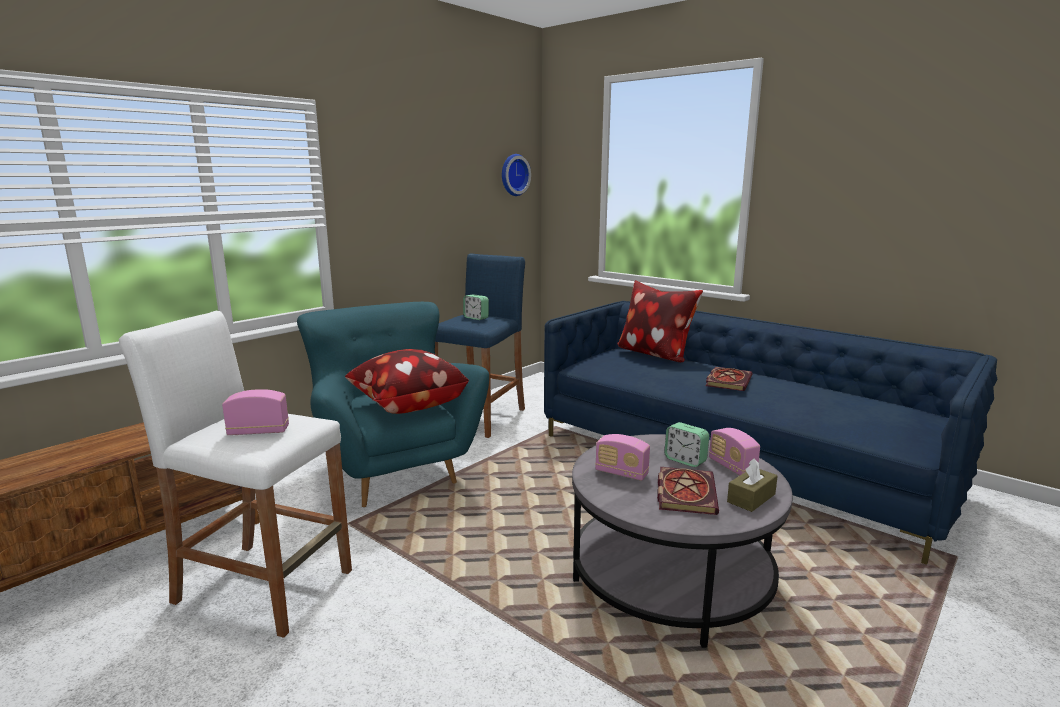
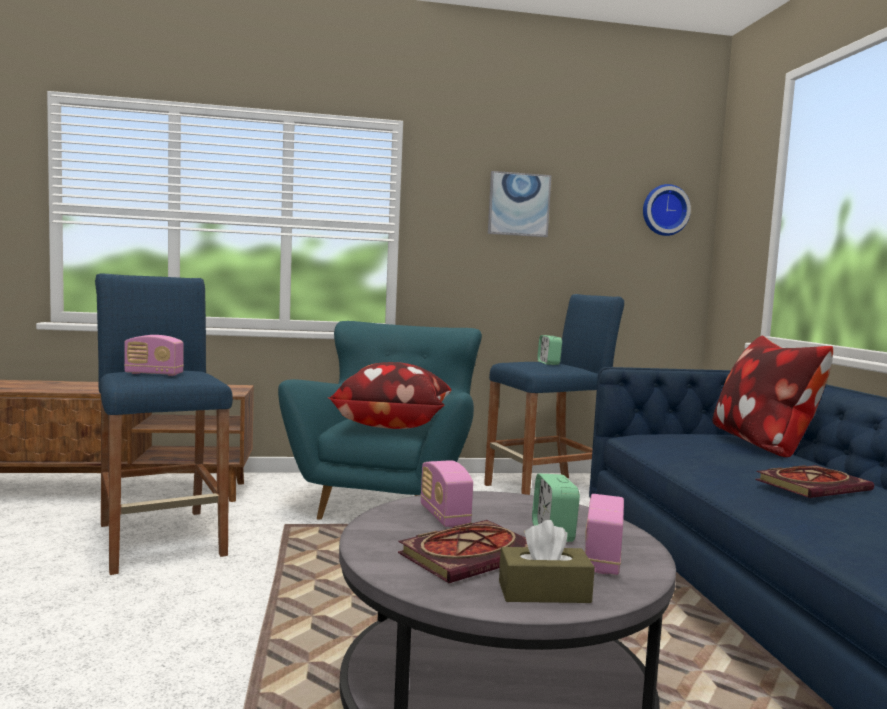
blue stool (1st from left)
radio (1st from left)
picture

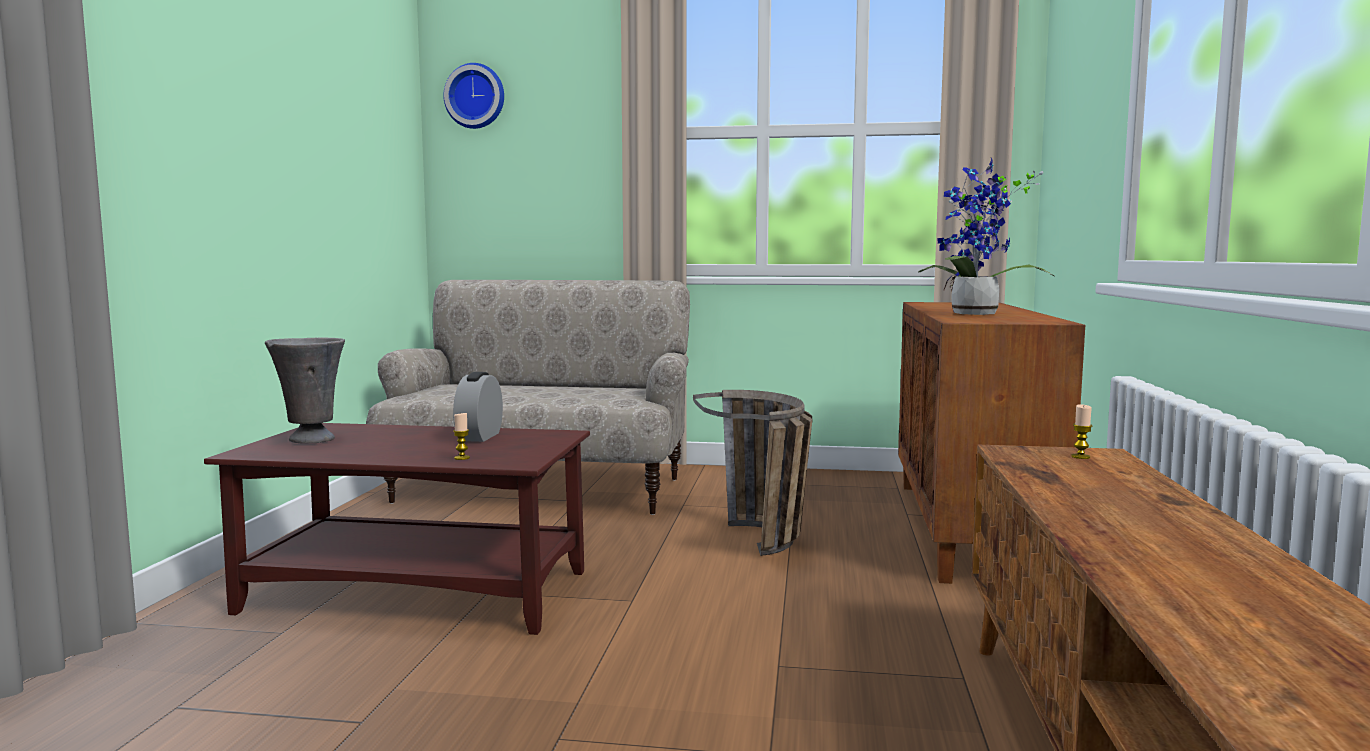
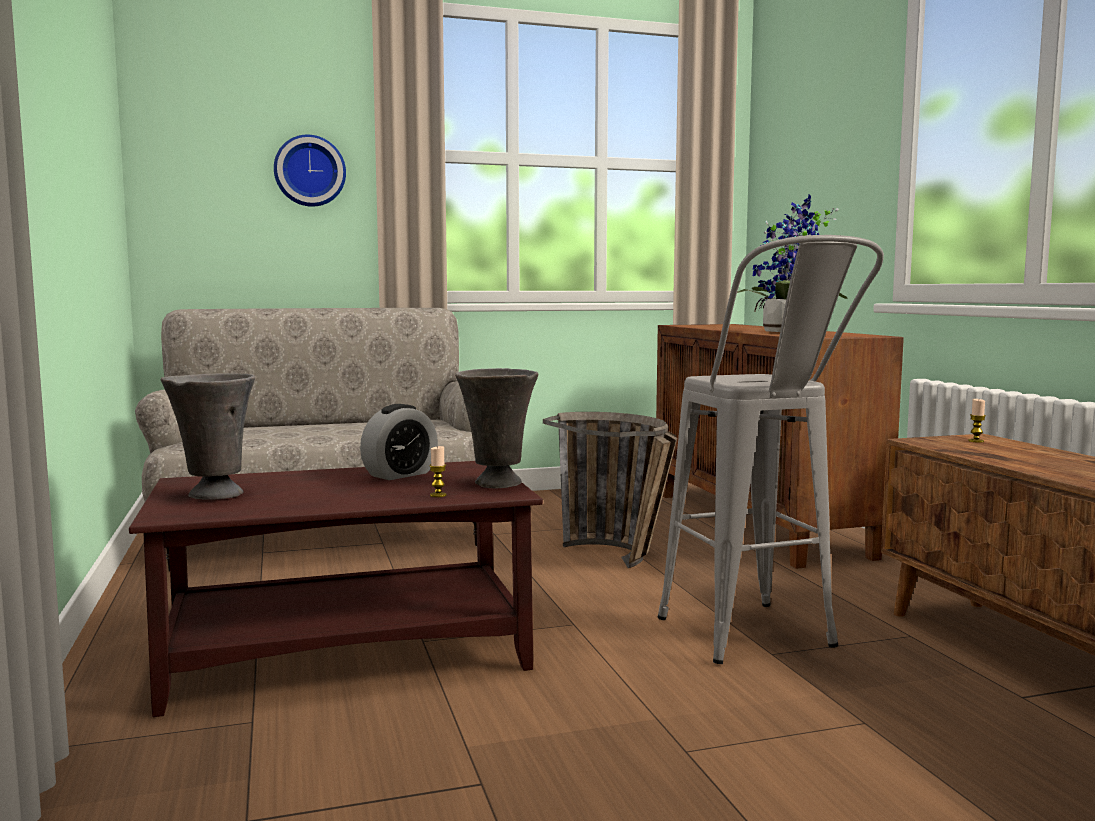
wall clock
alarm clock
grey vase (2nd from left)
grey stool

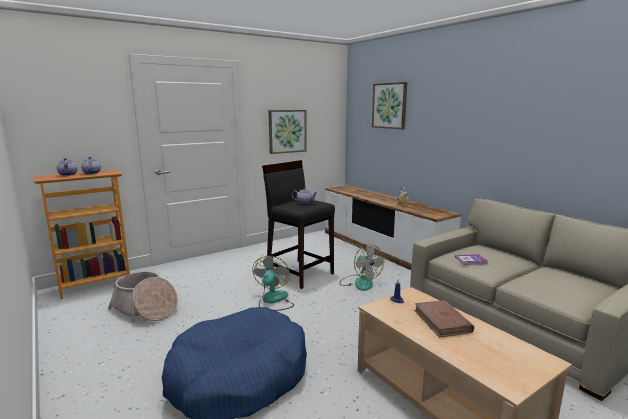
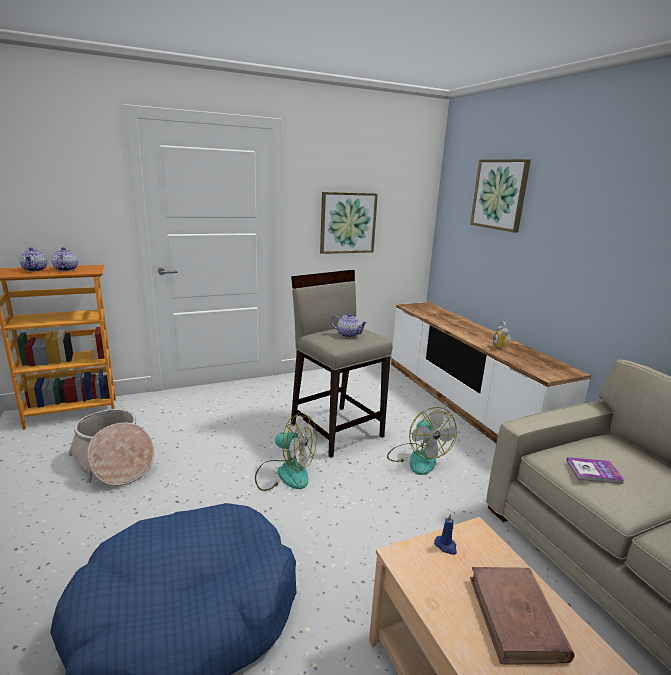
fan (1st from left)
beige stool

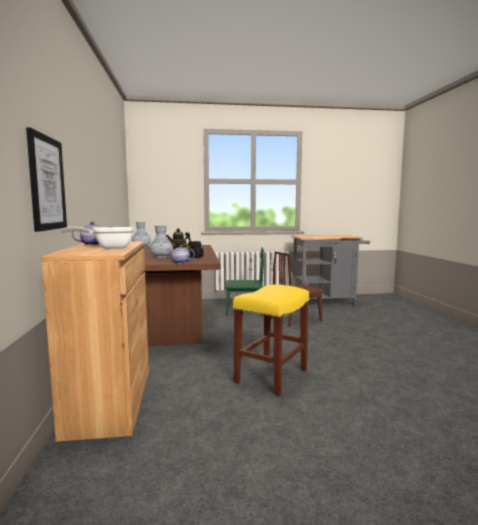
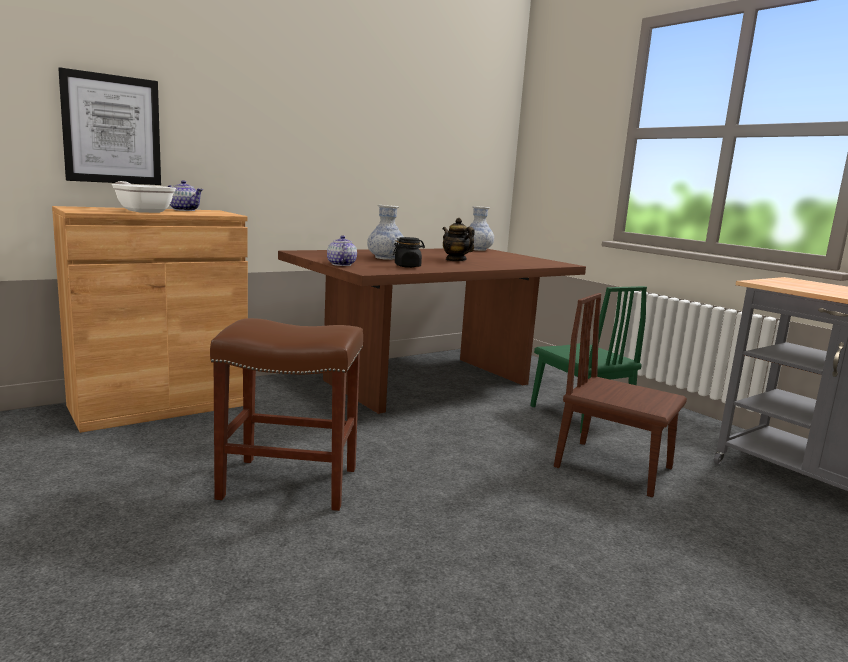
brown stool

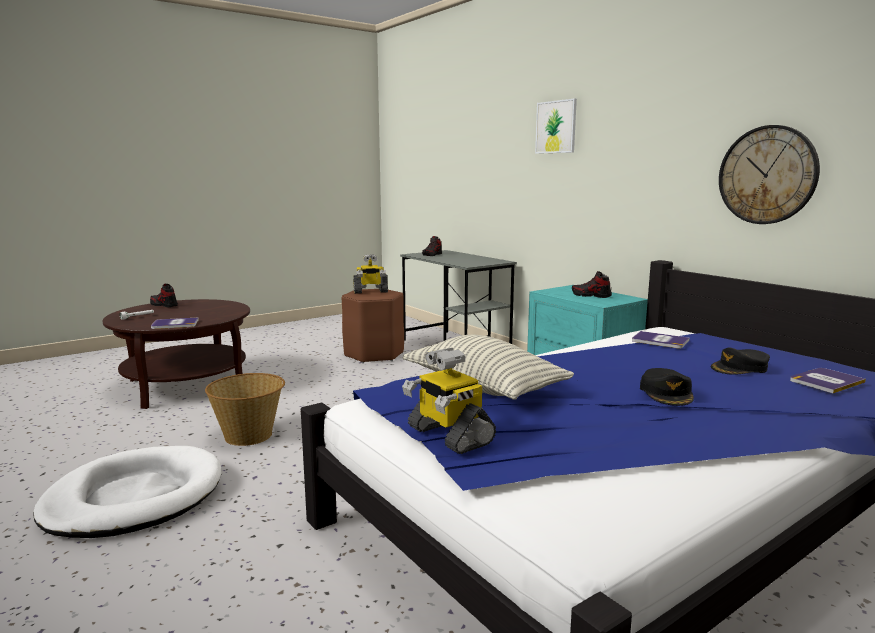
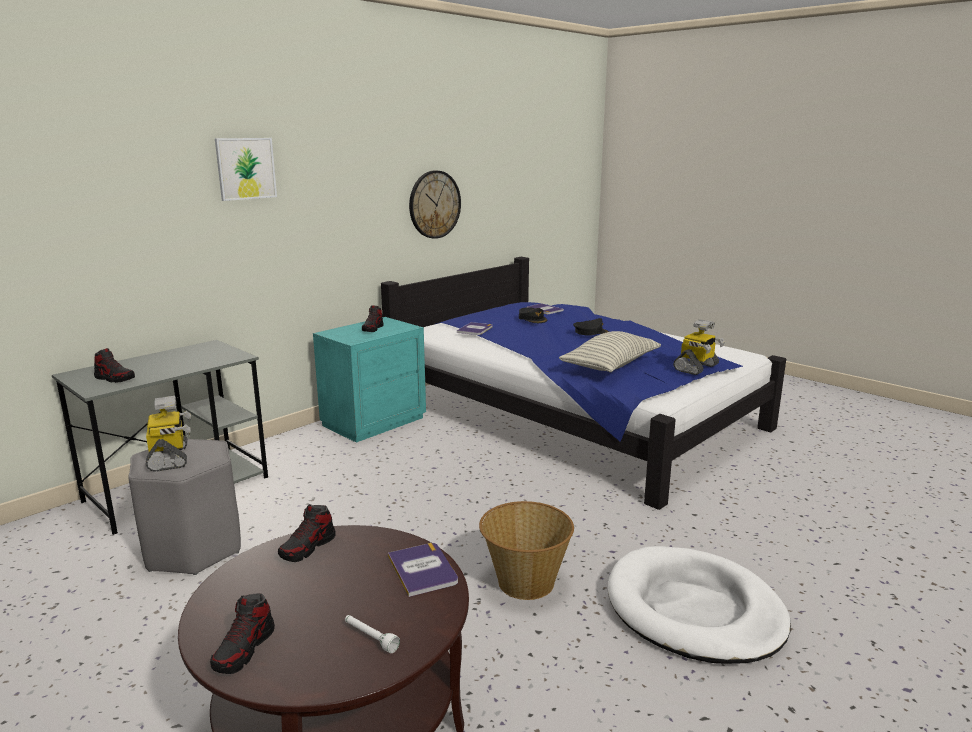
grey stool
shoe (3rd from left)

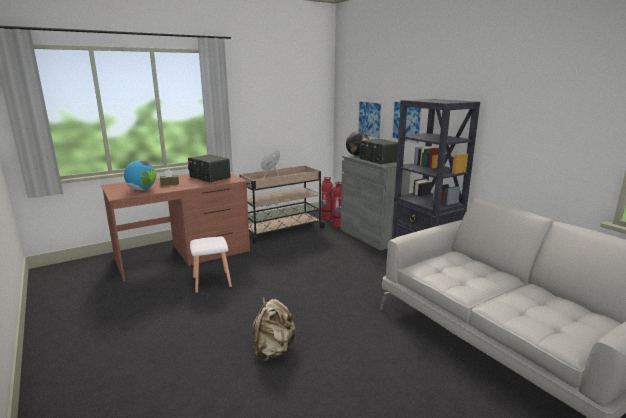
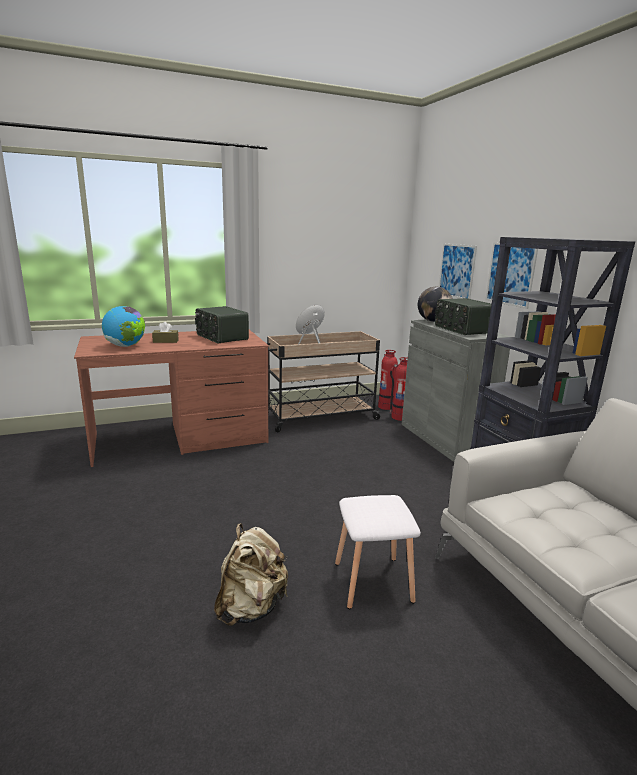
white stool

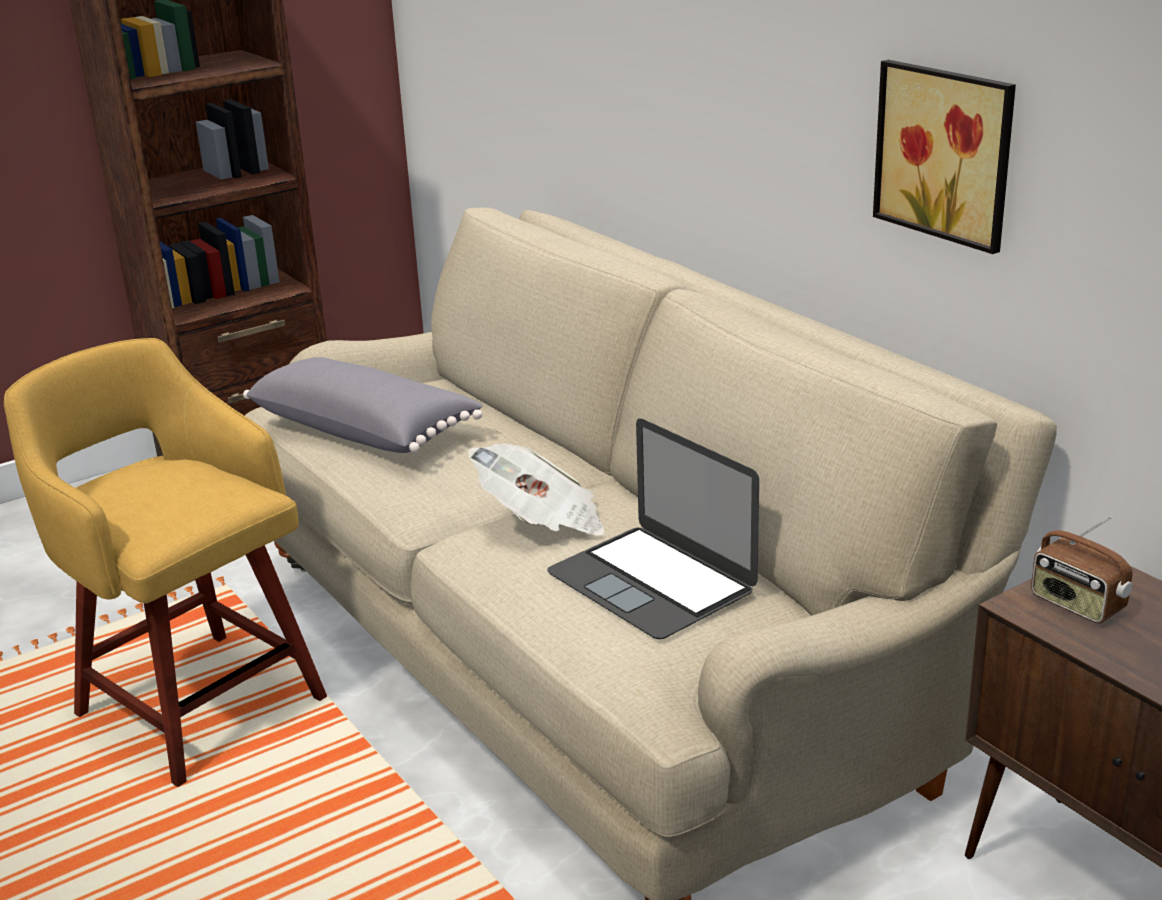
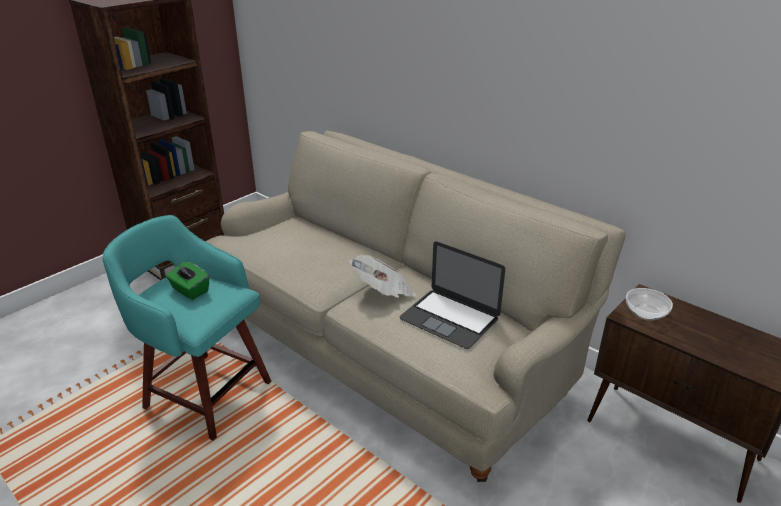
turquoise stool
grey pillow
picture
bowl
green tissue box

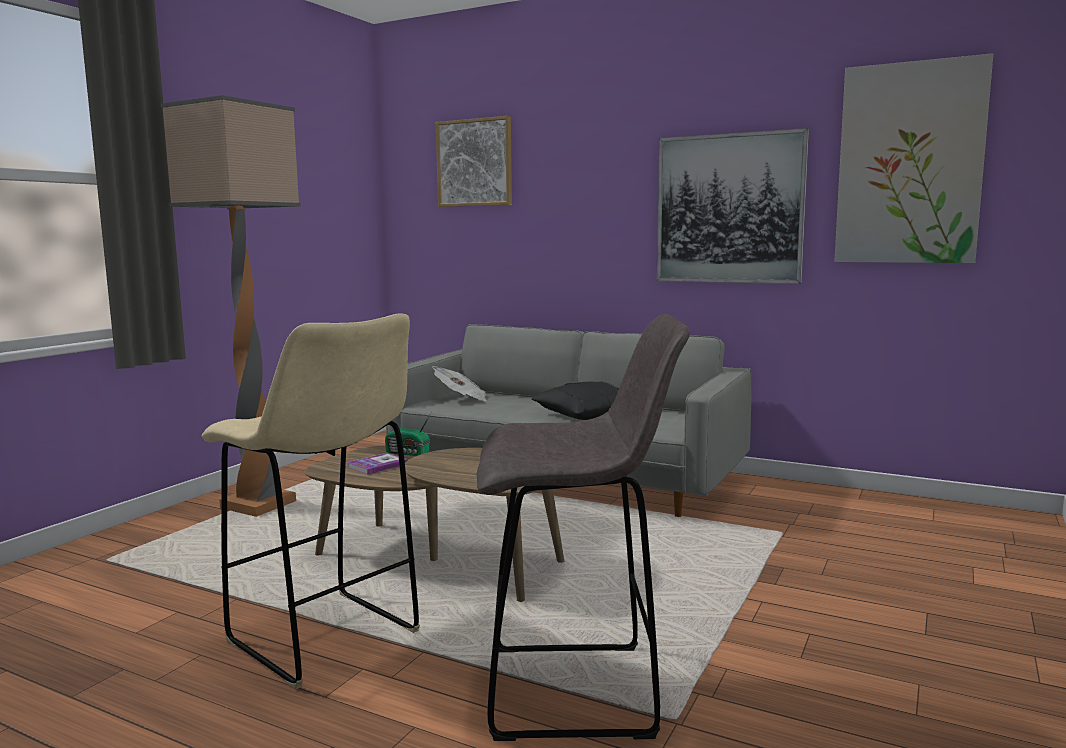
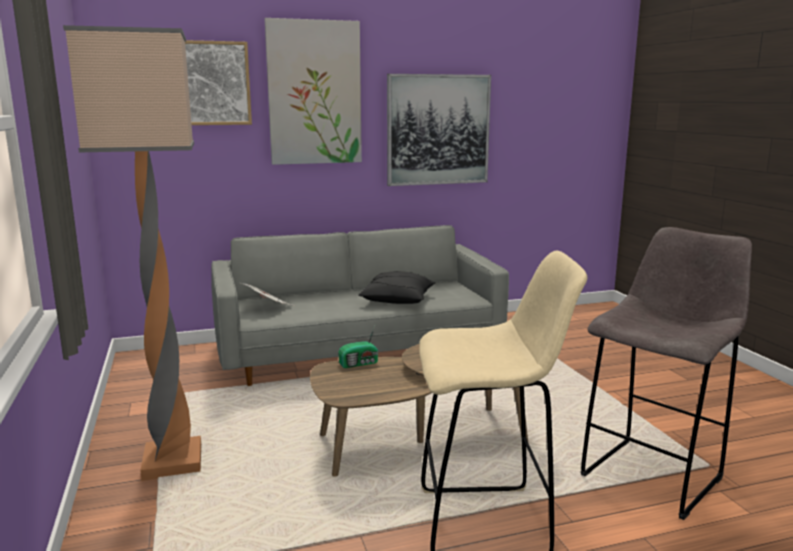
book
picture (2nd from left)

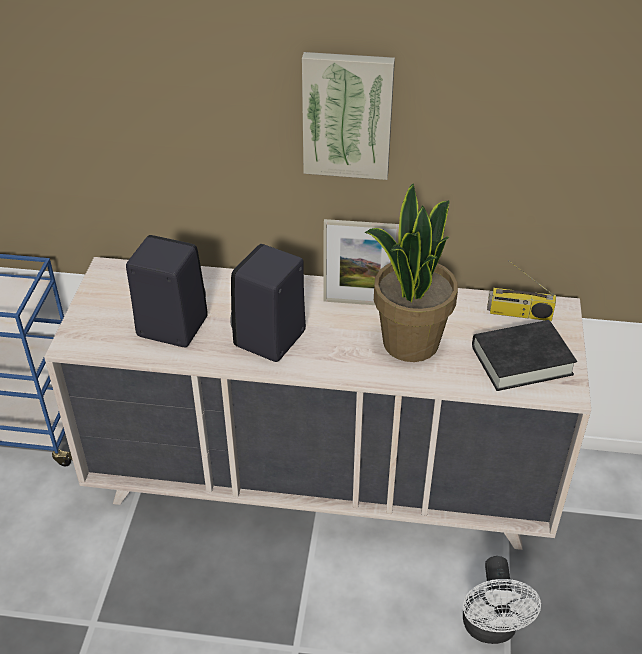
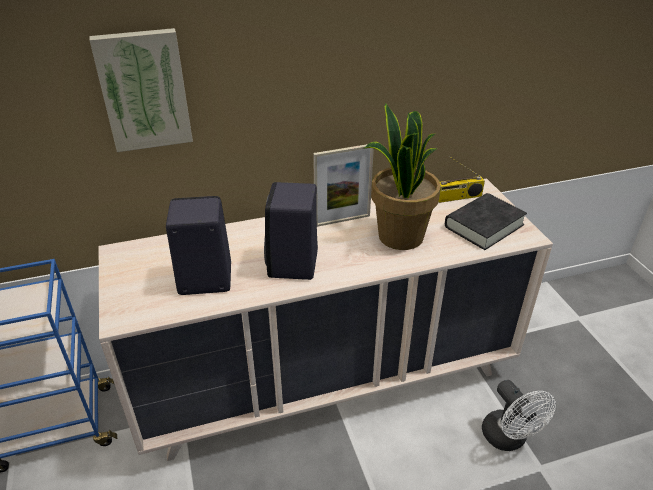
picture

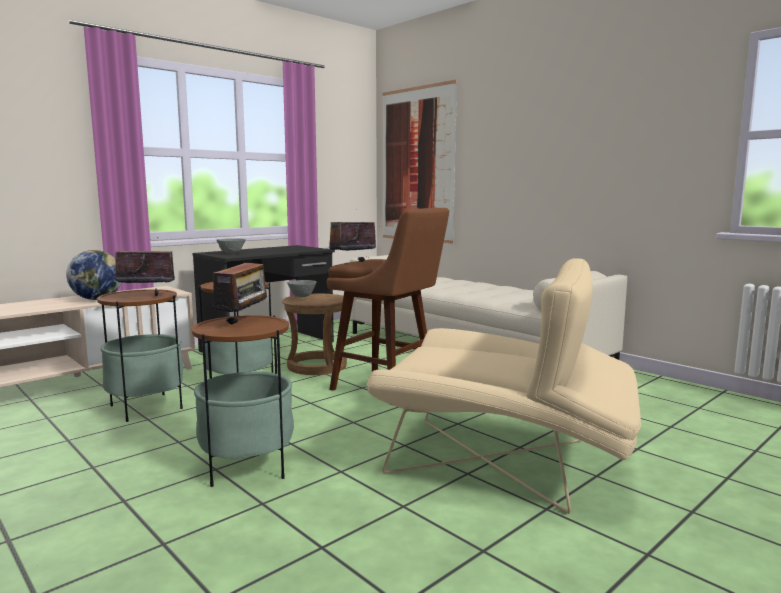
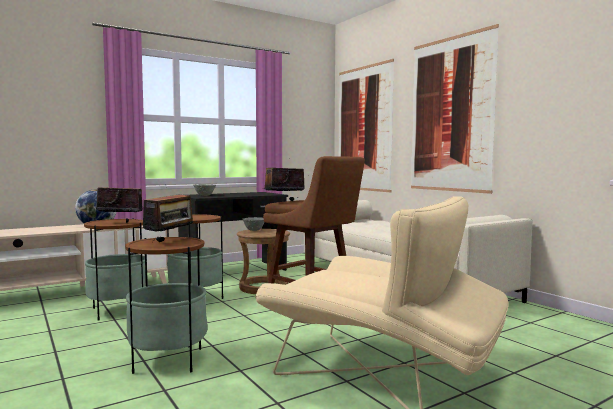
picture (2nd from left)

